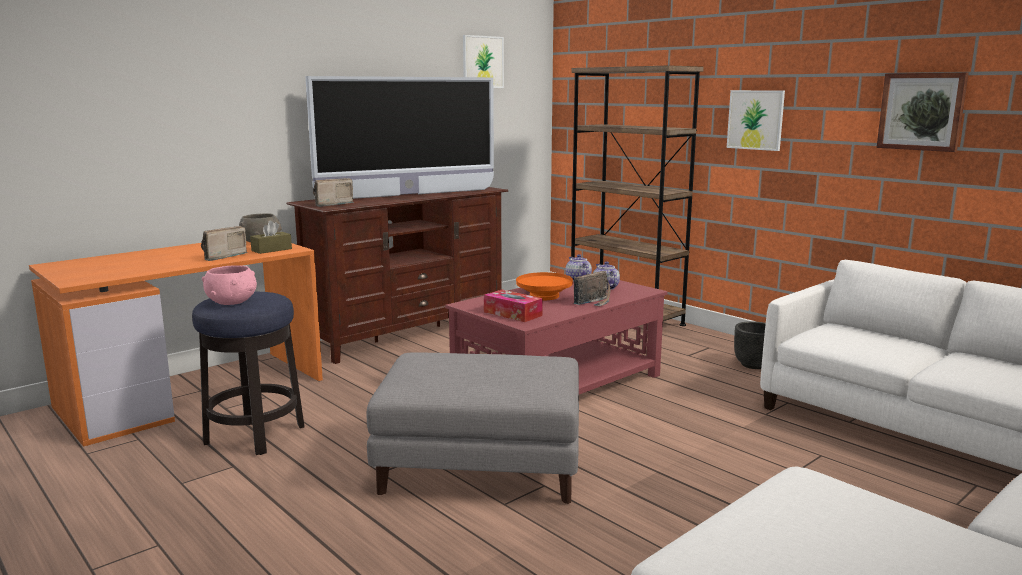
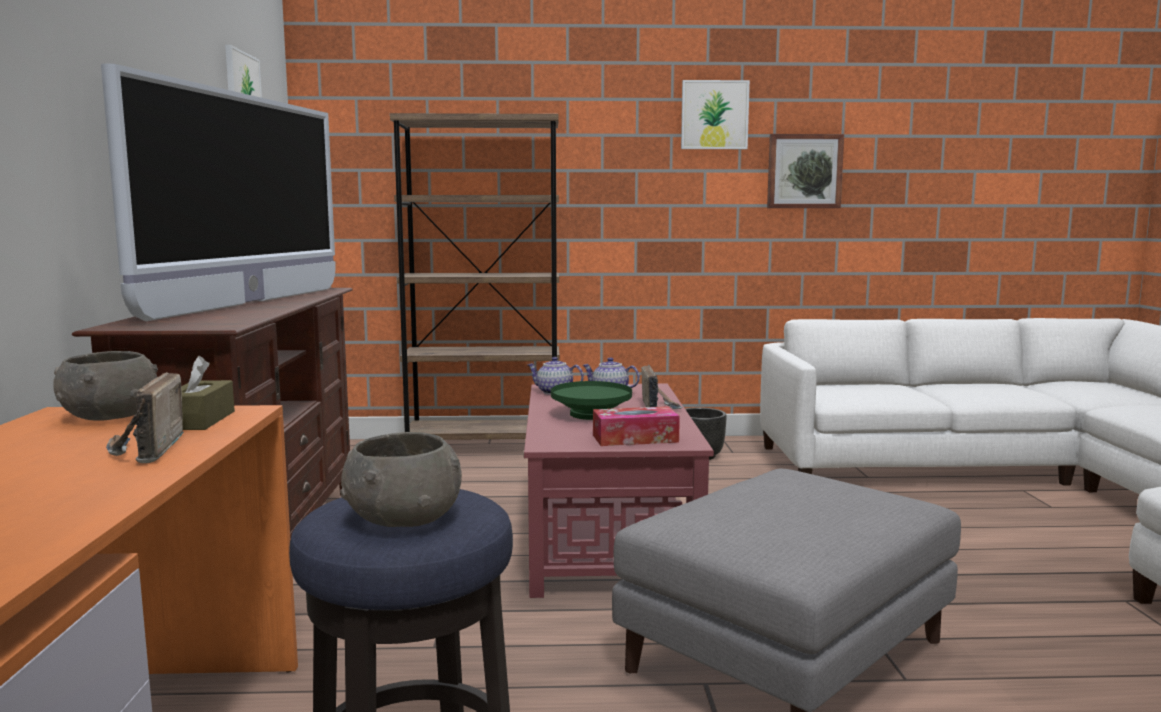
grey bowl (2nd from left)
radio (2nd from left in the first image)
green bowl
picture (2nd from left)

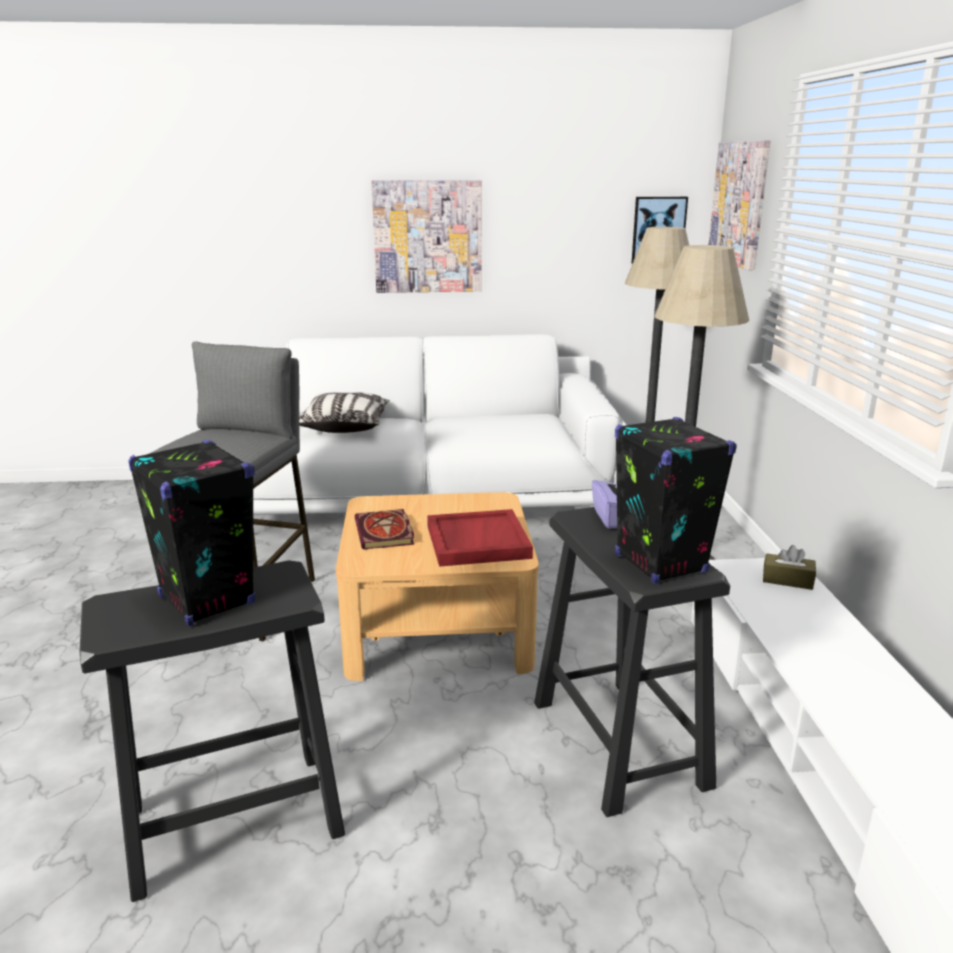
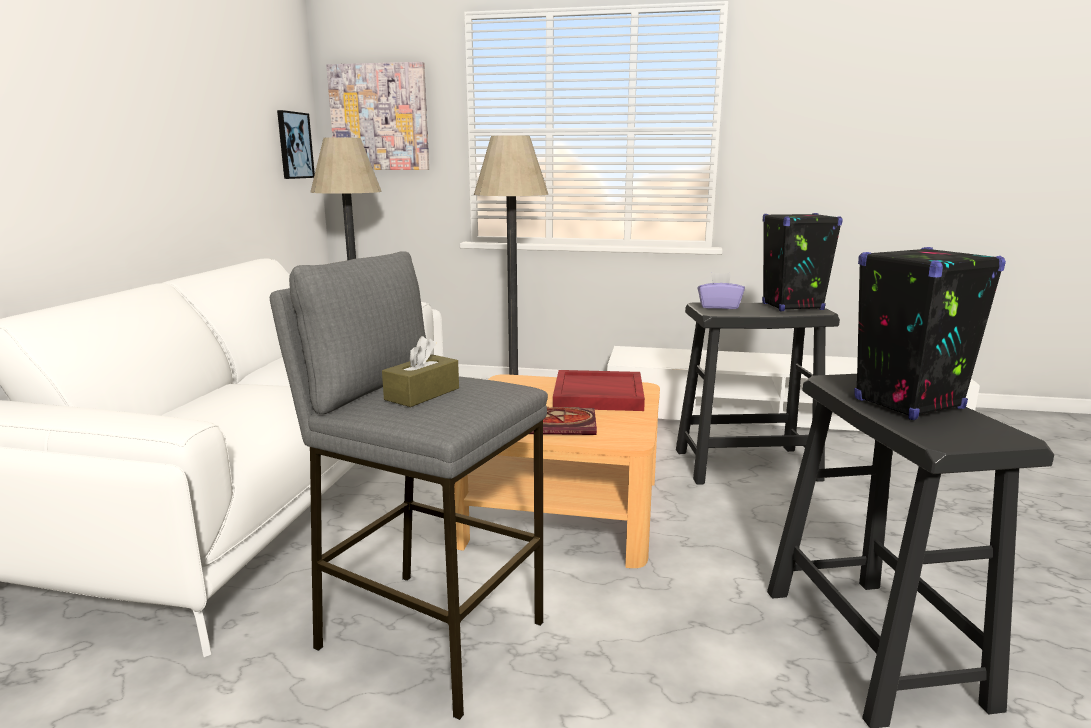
pillow
picture (1st from left in the first image)
brown tissue box

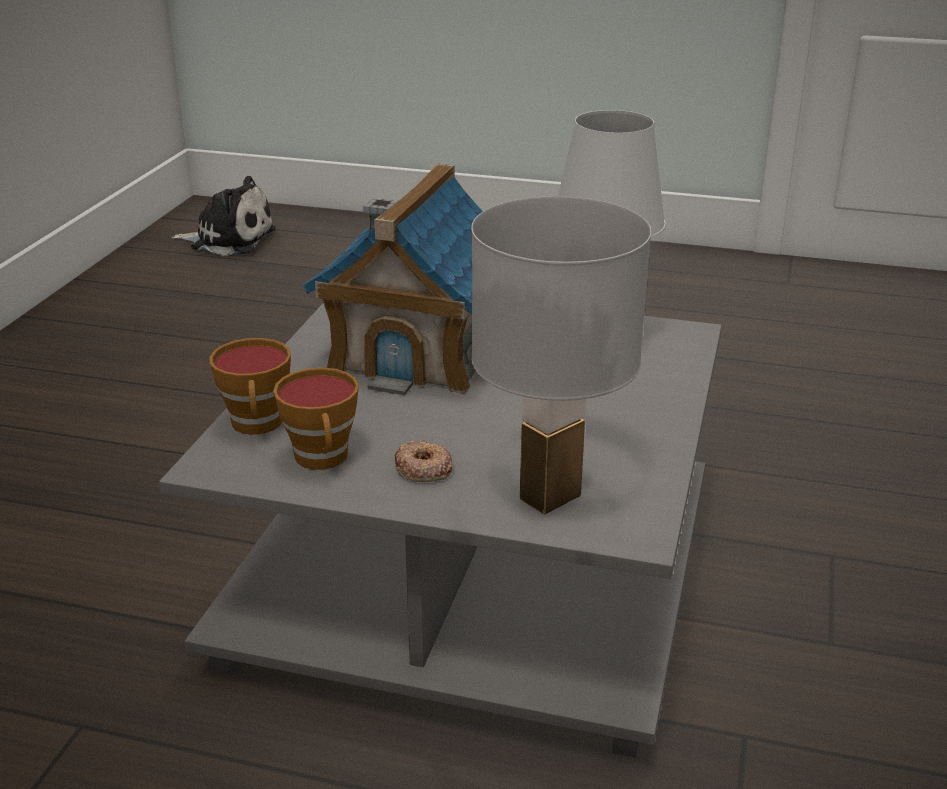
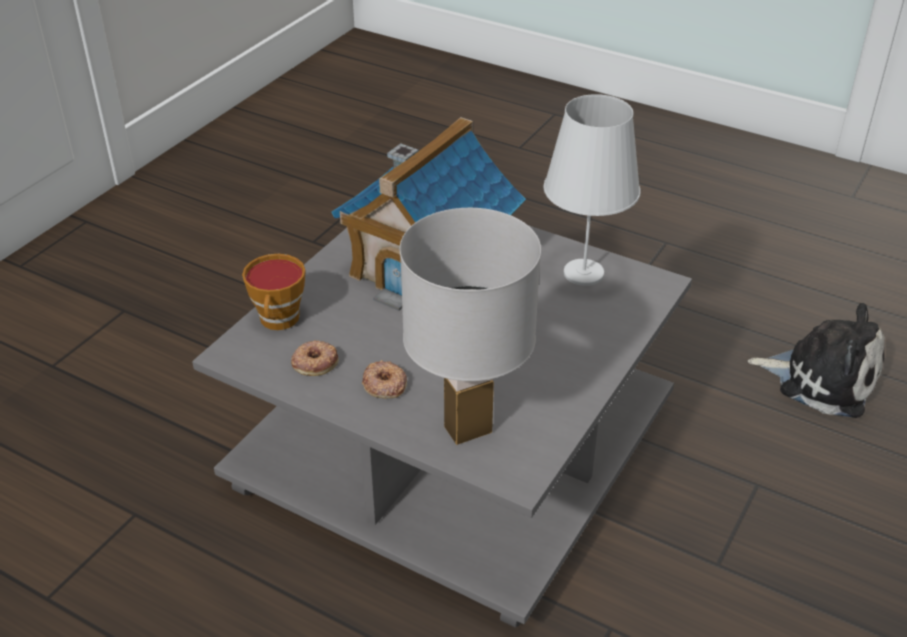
plush toy
donut (1st from left)

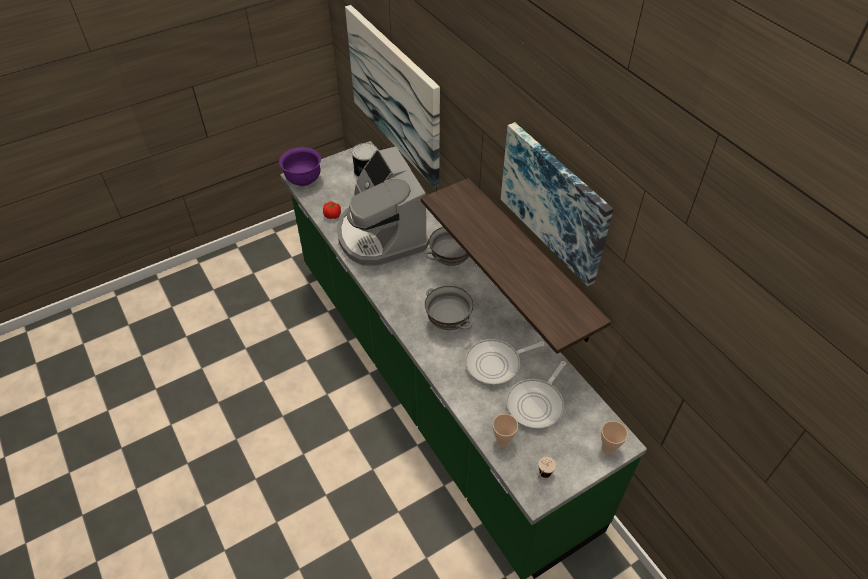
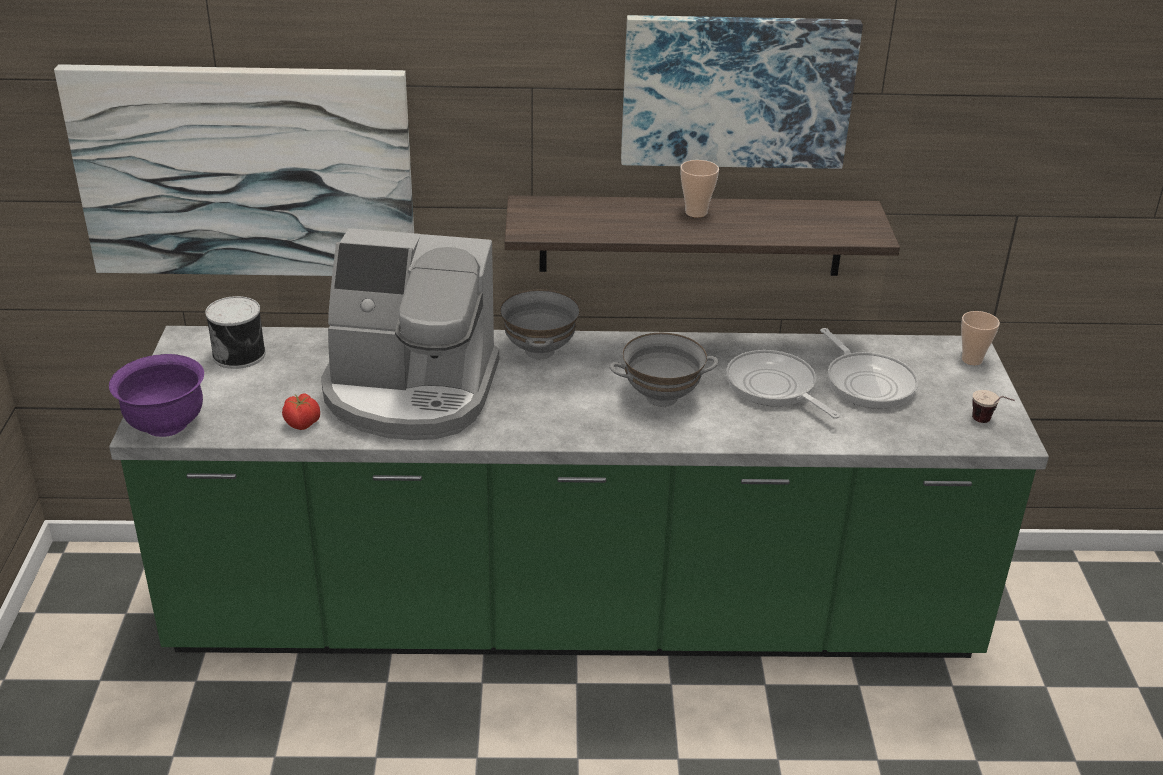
frying pan (1st from left)
cup (1st from left)

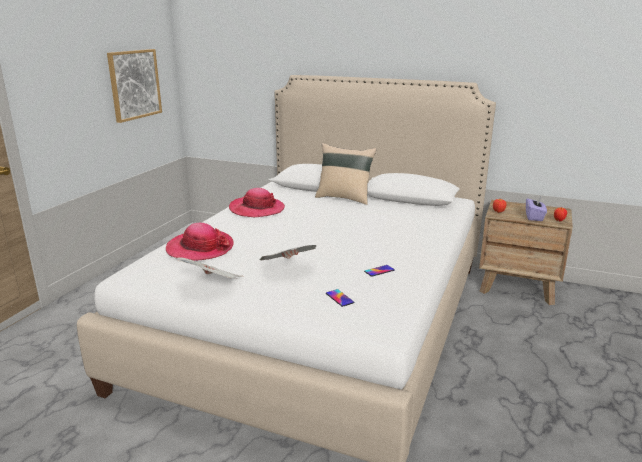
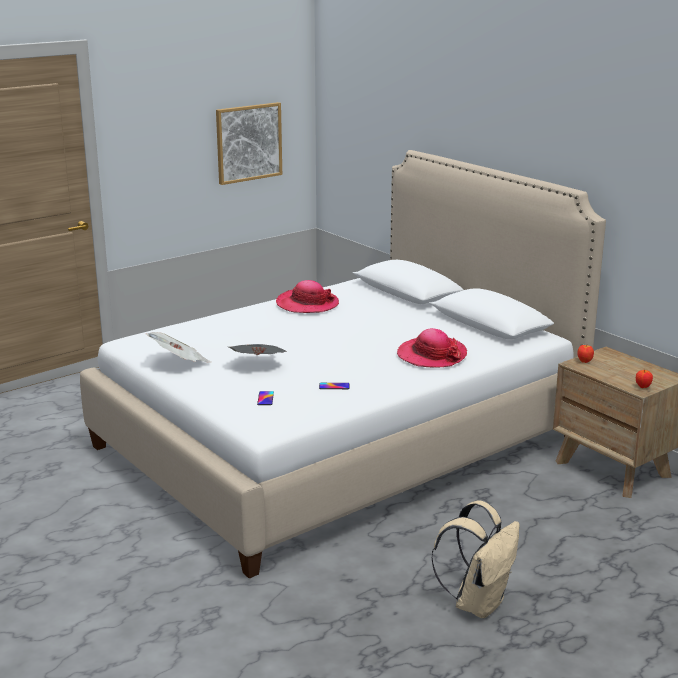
hat (2nd from left)
beige pillow
purple tissue box
beige backpack

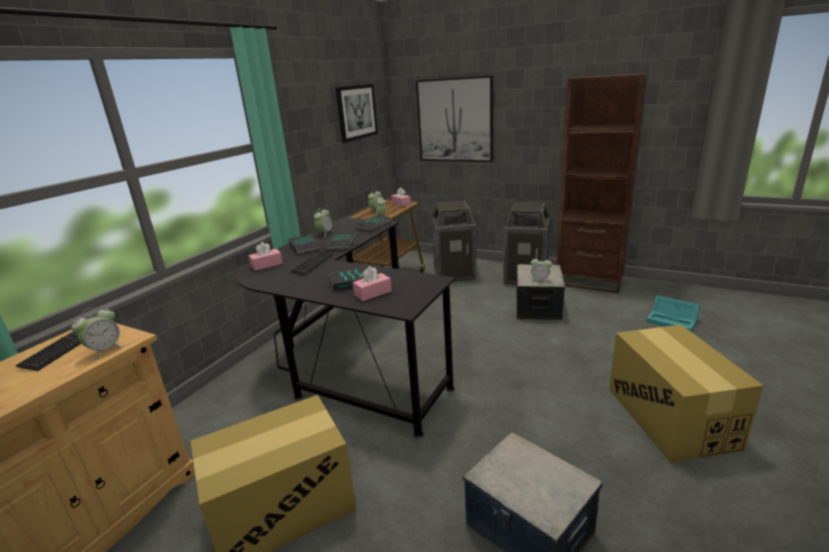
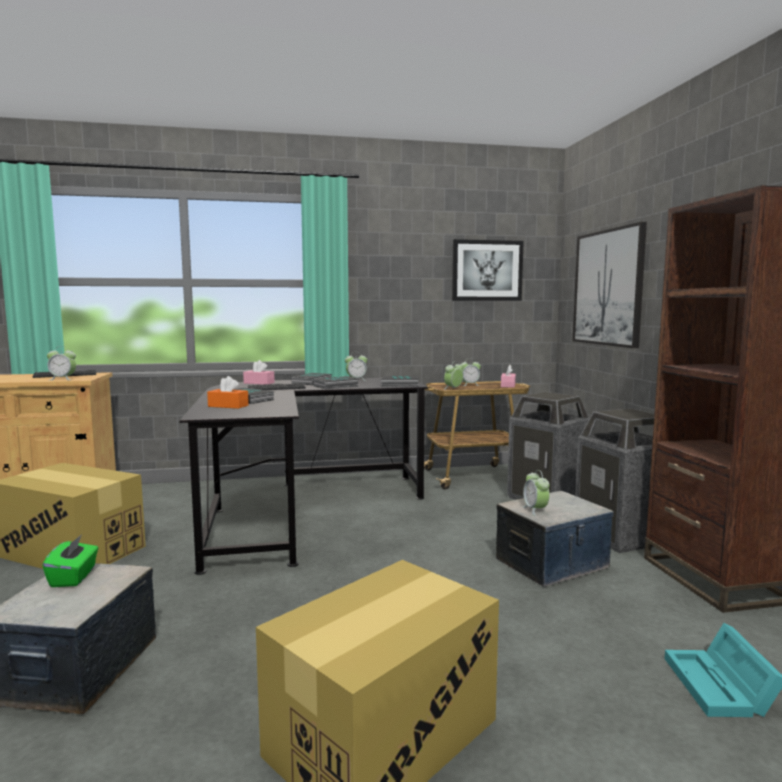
orange tissue box
green tissue box

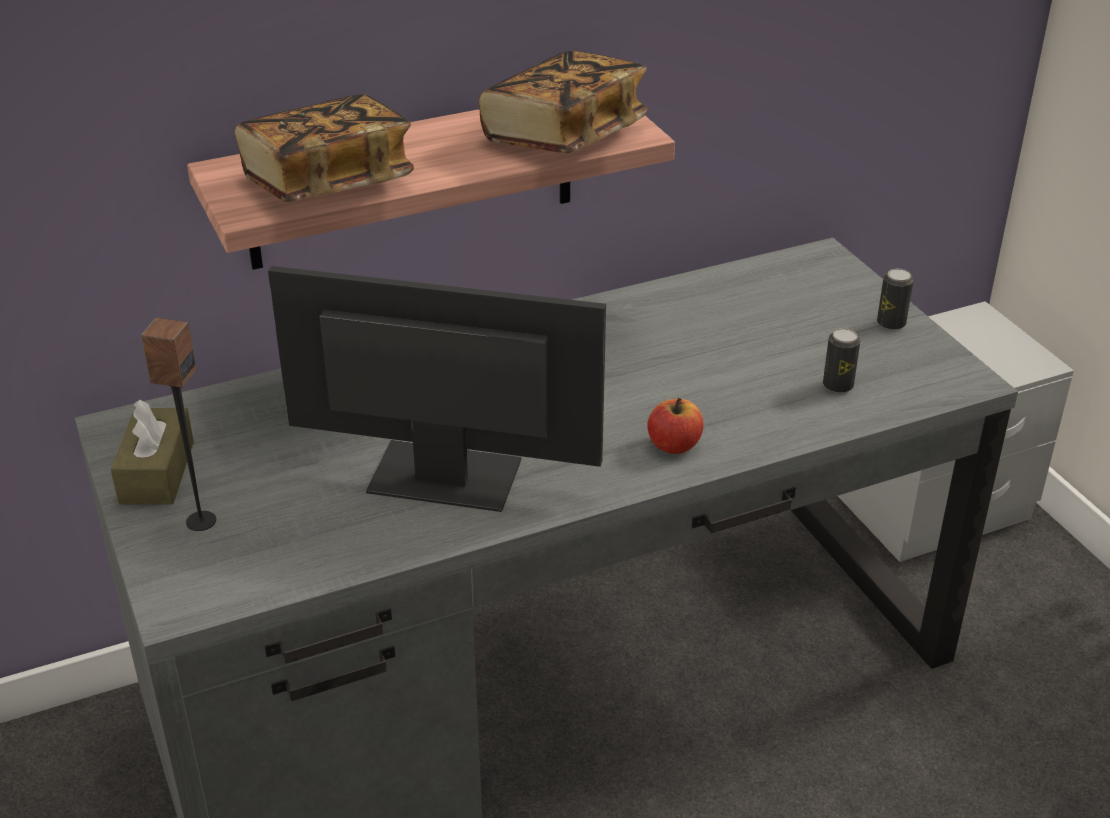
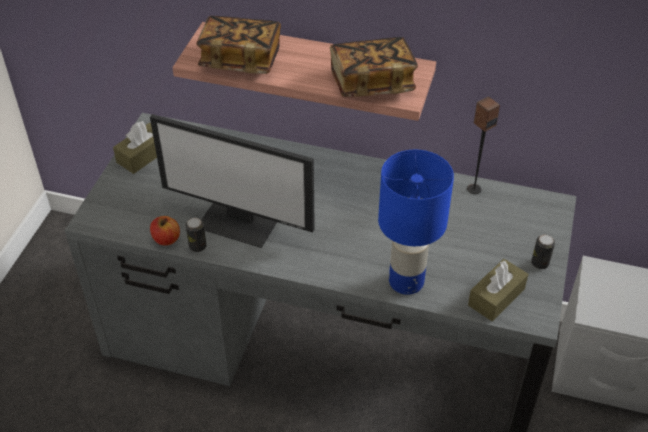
speaker
monitor
apple
can (1st from left)
blue table lamp
brown tissue box (2nd from left)

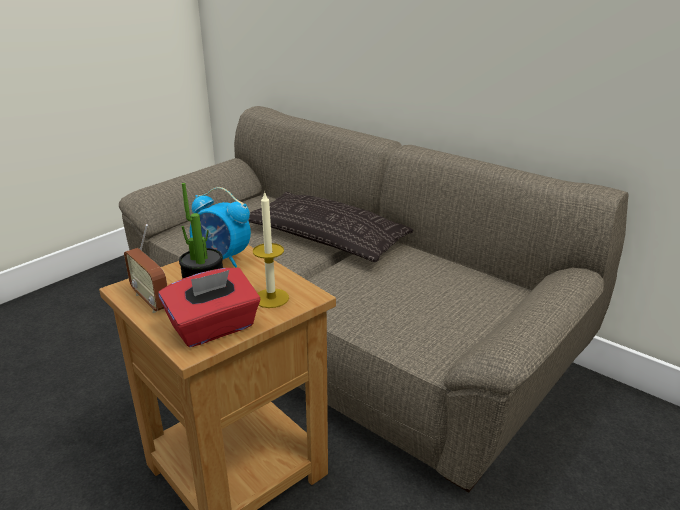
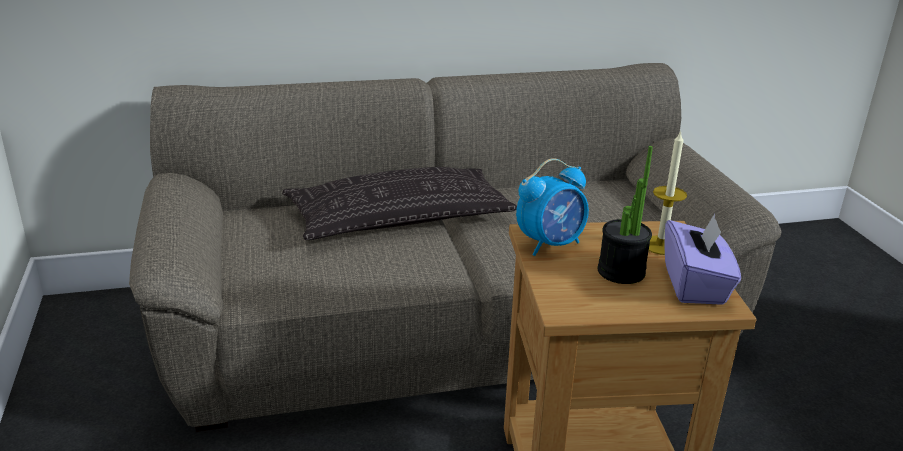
radio
purple tissue box

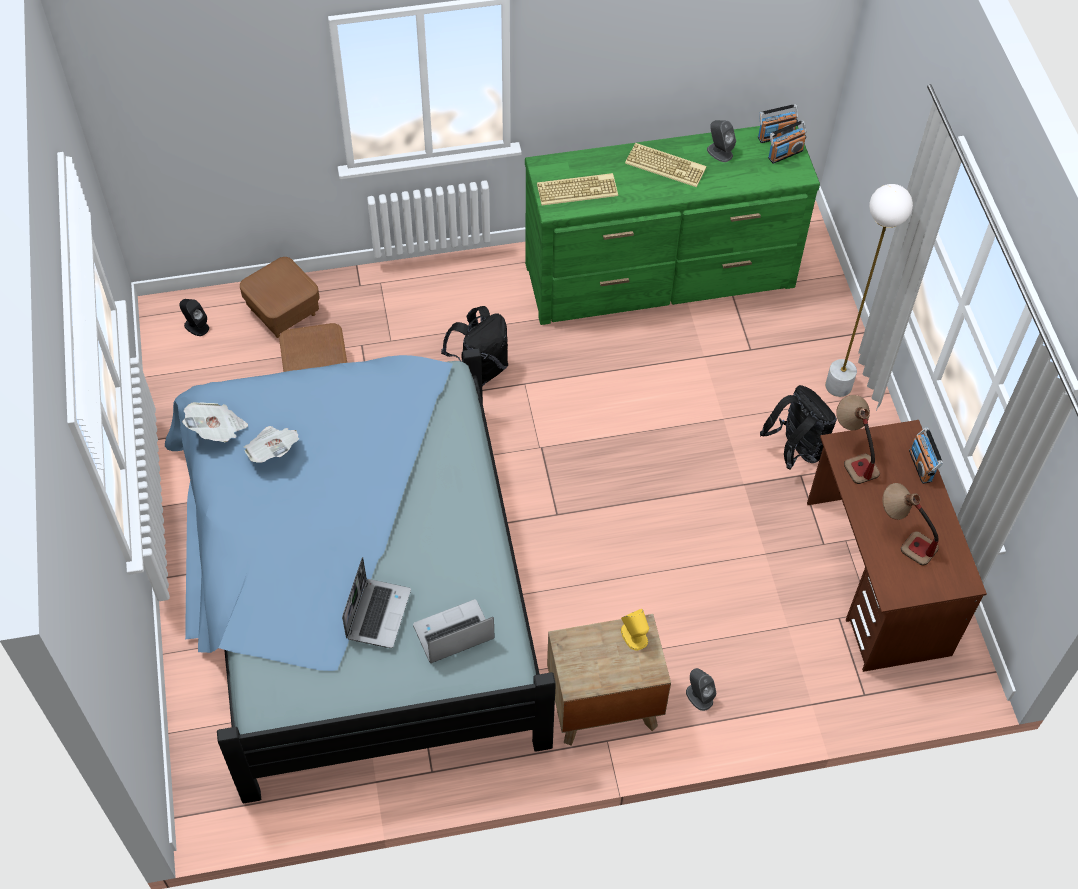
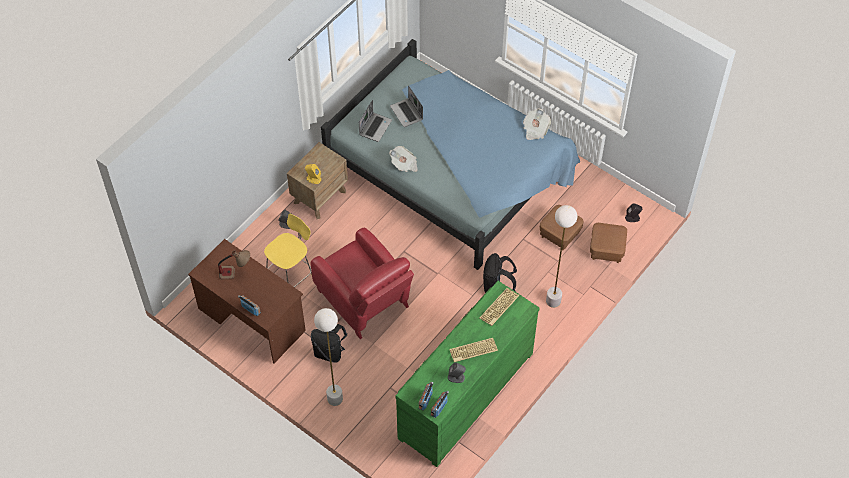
newspaper (1st from left)
table lamp (1st from left in the first image)
yellow stool
red armchair
white floor lamp (2nd from left)

